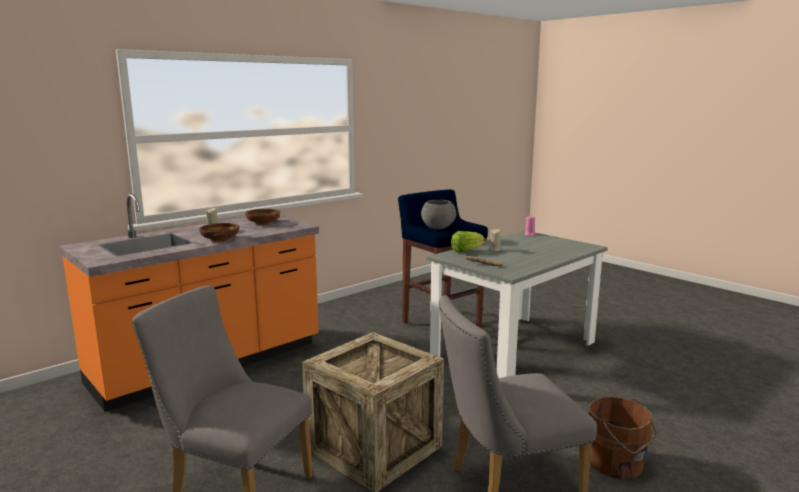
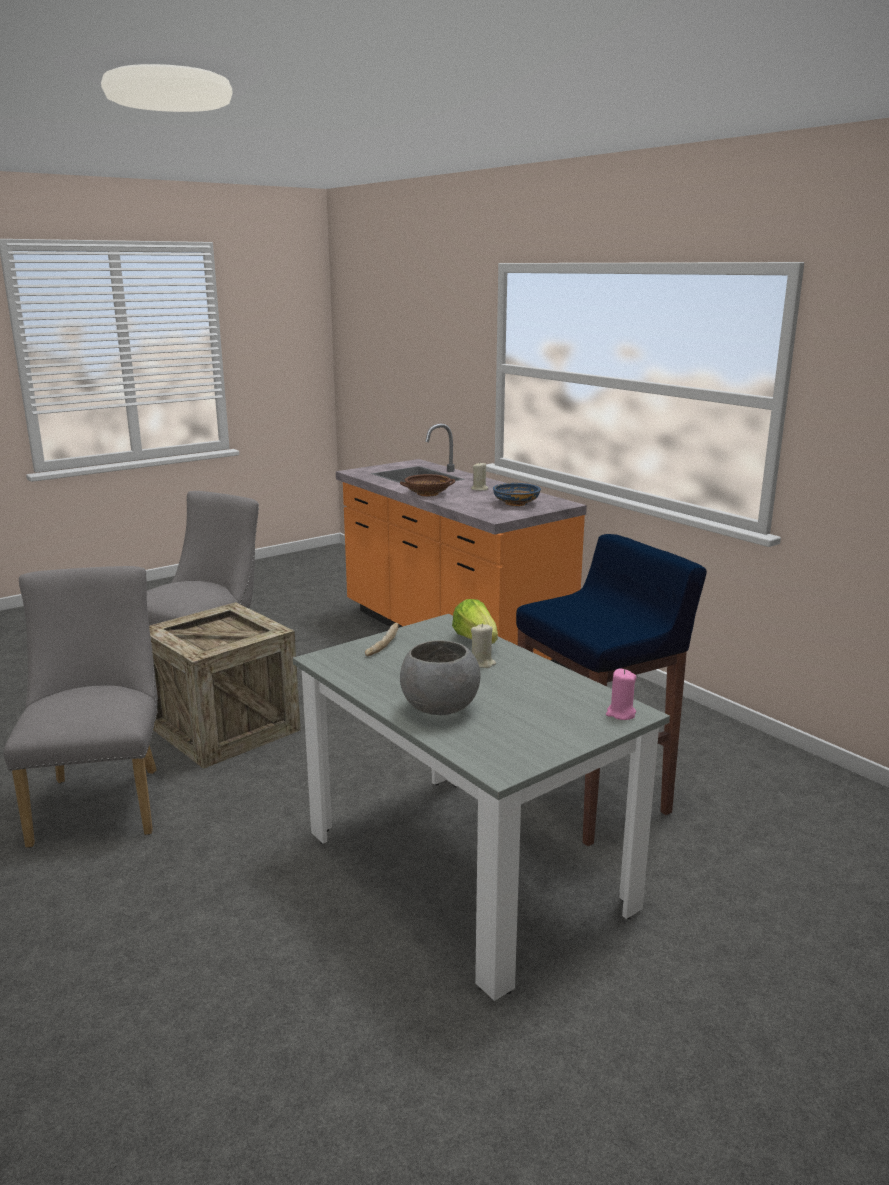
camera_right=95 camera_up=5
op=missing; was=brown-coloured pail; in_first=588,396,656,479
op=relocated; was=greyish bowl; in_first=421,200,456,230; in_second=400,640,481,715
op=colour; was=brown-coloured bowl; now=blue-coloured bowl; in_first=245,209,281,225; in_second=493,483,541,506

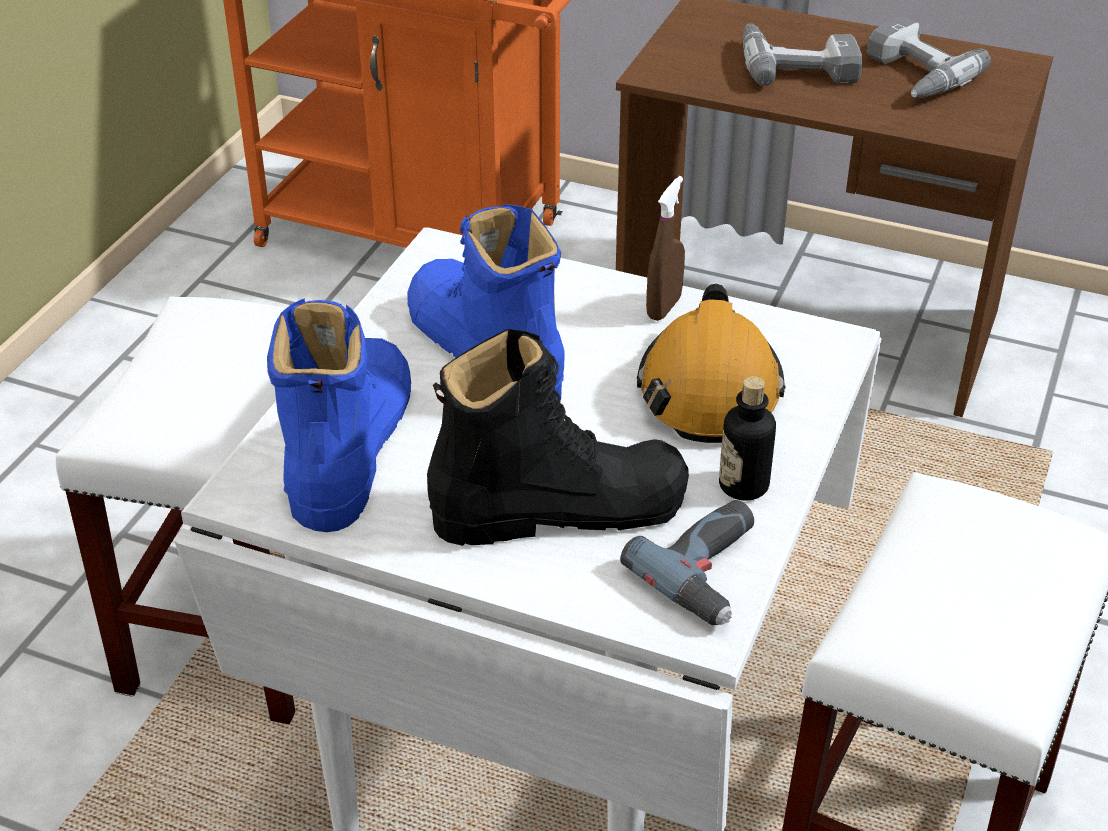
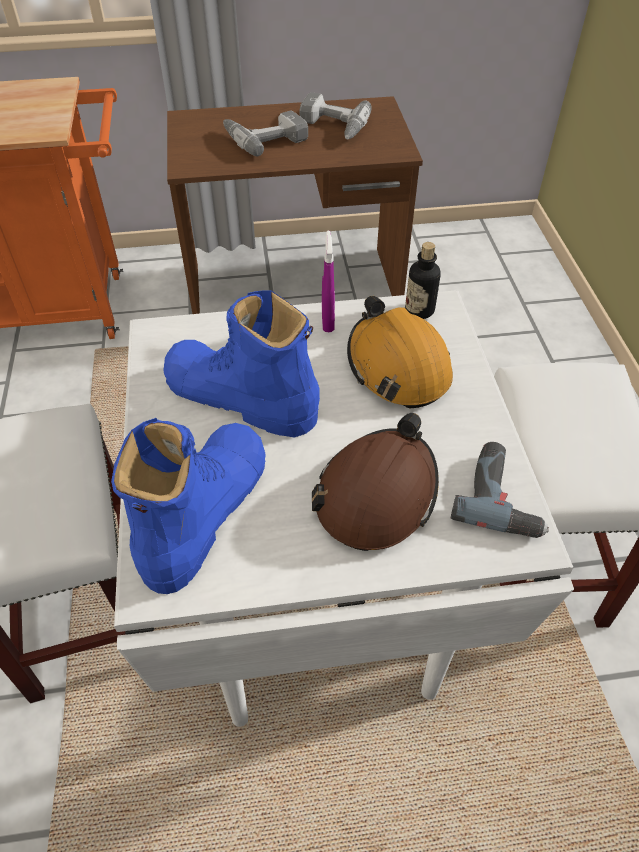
camera_right=-30 camera_up=10
op=relocated; was=beverage bottle; in_first=719,376,776,501; in_second=405,242,441,319
op=exchanged; was=blackish high-top boot; now=brown-coloured work helmet; in_first=427,329,689,546; in_second=312,413,439,551
op=colour; was=brown-coloured spray bottle; now=purple spray bottle; in_first=646,176,685,321; in_second=322,231,335,332
op=spun; was=blue-coloured high-top boot; in_first=267,299,411,532; in_second=111,418,266,594; clockwise=45

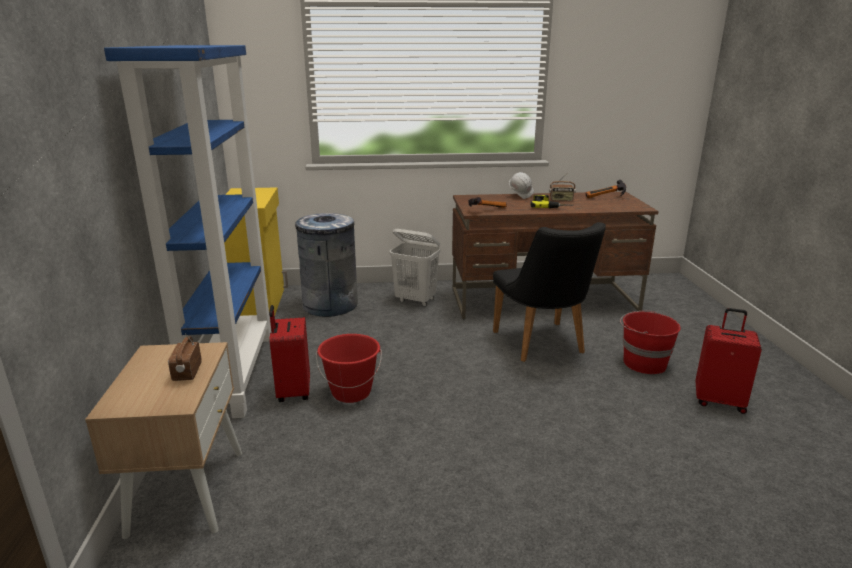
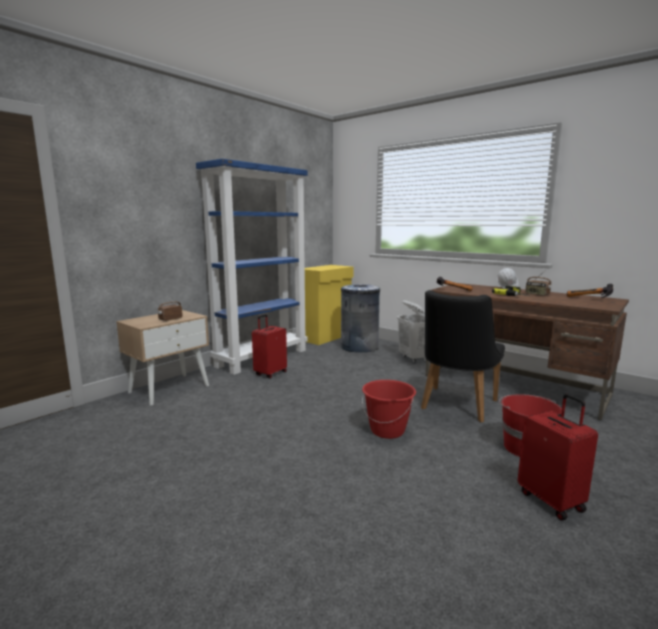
camera_right=45 camera_up=-10
op=relocated; was=red pail; in_first=316,334,382,403; in_second=362,380,416,439

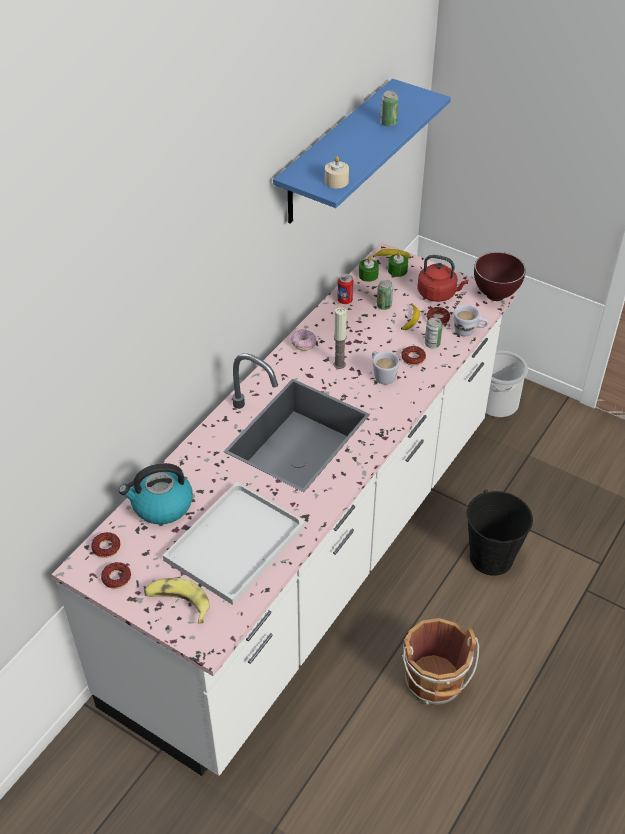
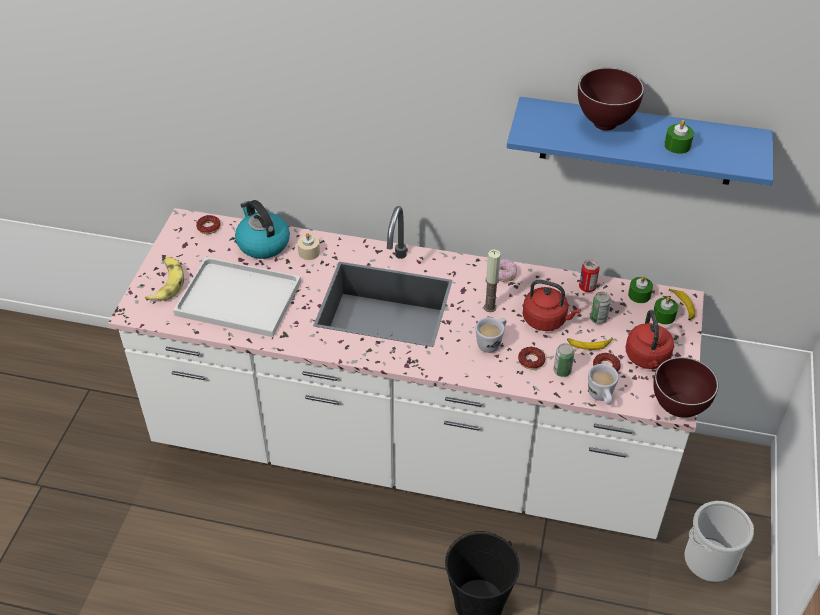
camera_right=70 camera_up=0
op=missing; was=doughnut; in_first=101,562,131,589
op=missing; was=brown-coloured pail; in_first=402,618,479,705
op=appeared; now=red tea kettle; in_second=523,280,581,331
op=appeared; now=brown-coloured bowl; in_second=578,68,644,130
op=relocated; was=sand-coloured candle; in_first=325,156,349,188; in_second=297,233,320,260
op=exchanged; was=can; now=green-coloured candle; in_first=380,91,399,126; in_second=664,120,694,154

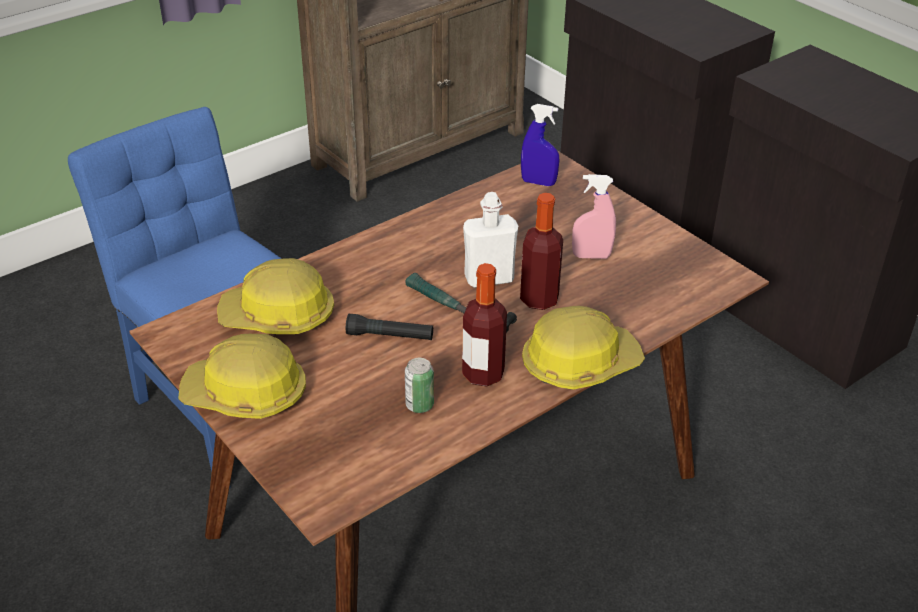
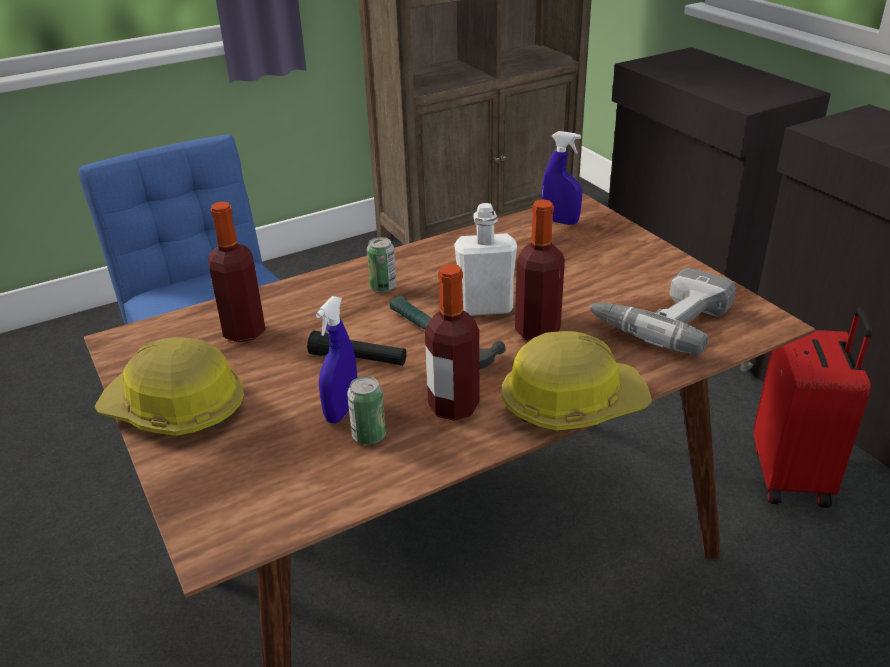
camera_right=10 camera_up=-5
op=missing; was=pink-coloured spray bottle; in_first=572,174,616,259
op=appeared; now=blue-coloured spray bottle; in_second=316,296,357,423
op=appeared; now=can; in_second=367,237,397,292
op=appeared; now=electric drill; in_second=589,268,736,355
op=appeared; now=red suitcase; in_second=753,308,873,508
op=exchanged; was=work helmet; now=beverage bottle; in_first=217,258,334,334; in_second=208,201,266,342

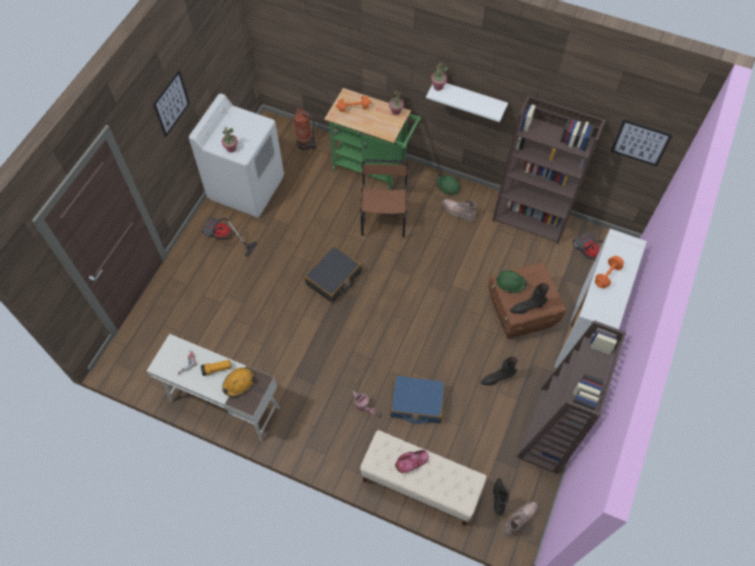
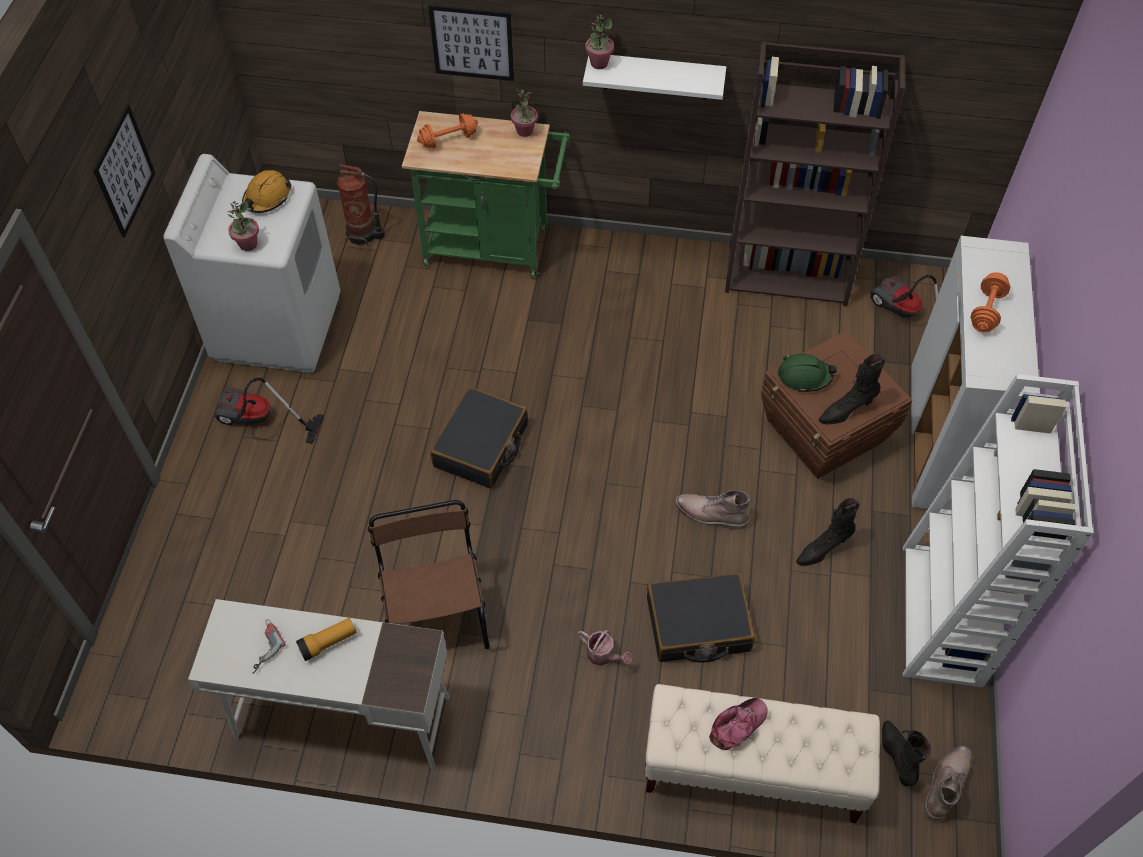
camera_right=-15 camera_up=-5
op=missing; was=green-coloured work helmet; in_first=436,172,460,195
op=relocated; was=orangey work helmet; in_first=222,368,255,397; in_second=242,170,292,213
op=relocated; was=brown-coloured chair; in_first=360,159,409,238; in_second=368,500,490,649
op=relocated; was=brown-coloured high-top boot; in_first=442,199,476,222; in_second=675,490,750,530
op=relocated; was=wall picture; in_first=610,119,672,167; in_second=428,5,514,81
op=colour; was=blue-coloured suitcase; now=blackish suitcase; in_first=390,375,445,424; in_second=647,573,755,663
op=colour; was=brown-coloured bookcase; now=whitish bookcase; in_first=517,320,626,474; in_second=903,374,1094,688

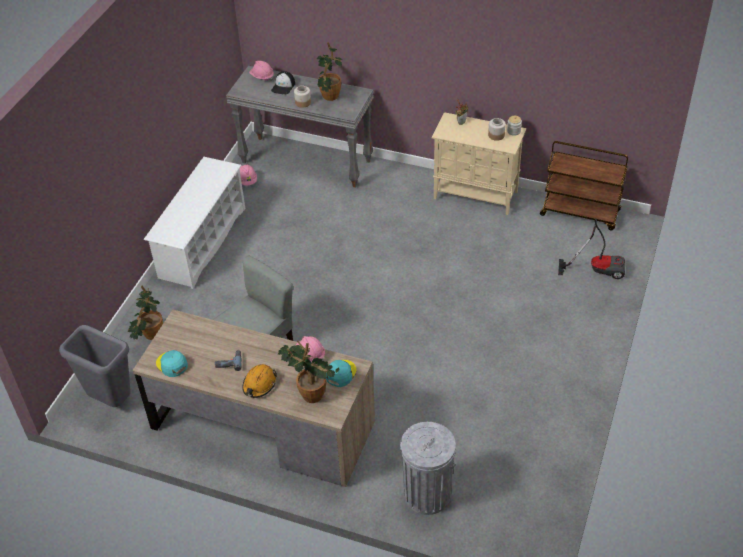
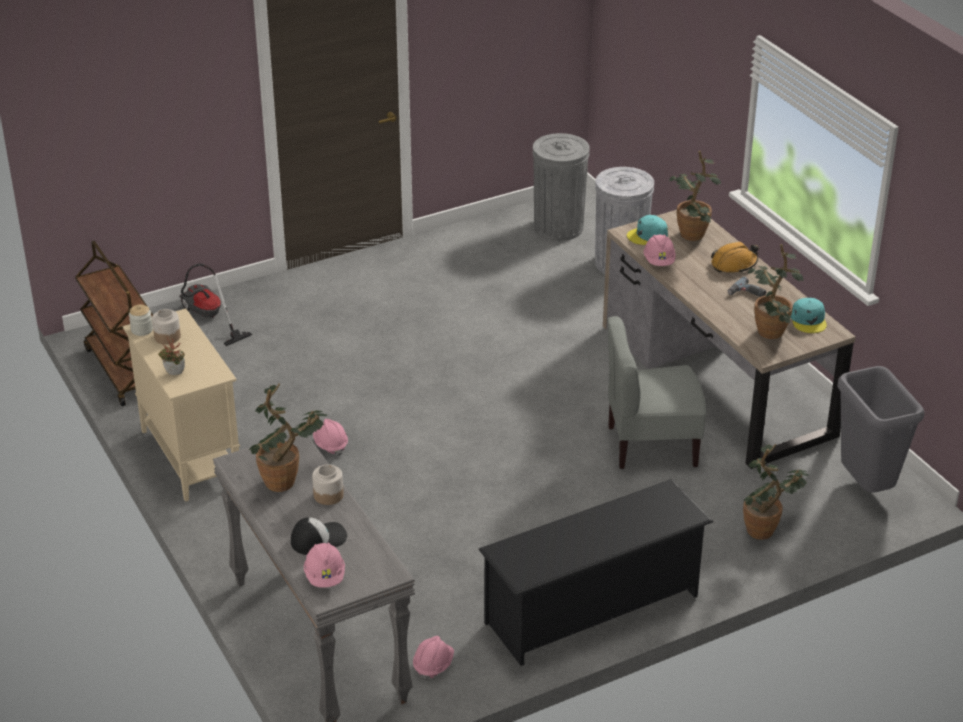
camera_right=-140 camera_up=-10
op=appeared; now=pink-coloured work helmet; in_second=313,419,348,456
op=appeared; now=greyish waste bin; in_second=533,133,590,241
op=appeared; now=houseplant; in_second=748,244,803,339
op=colour; was=whitish shoe stand; now=blackish shoe stand; in_first=144,157,245,289; in_second=478,479,713,666

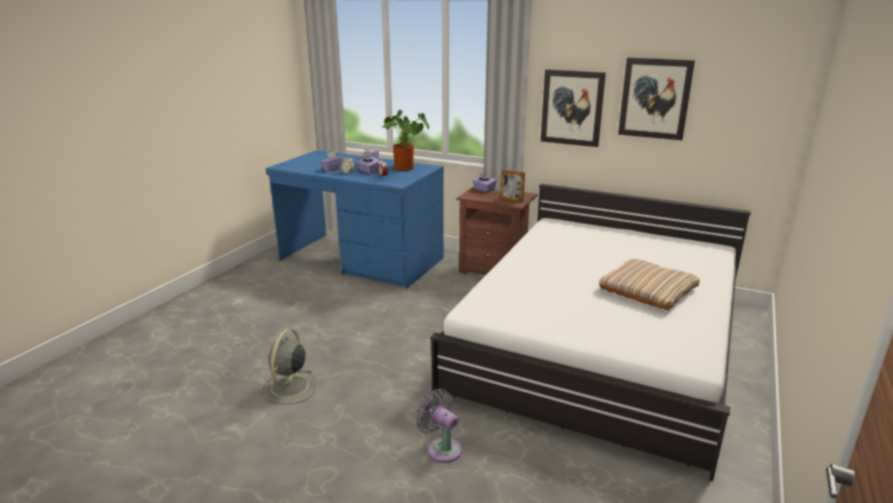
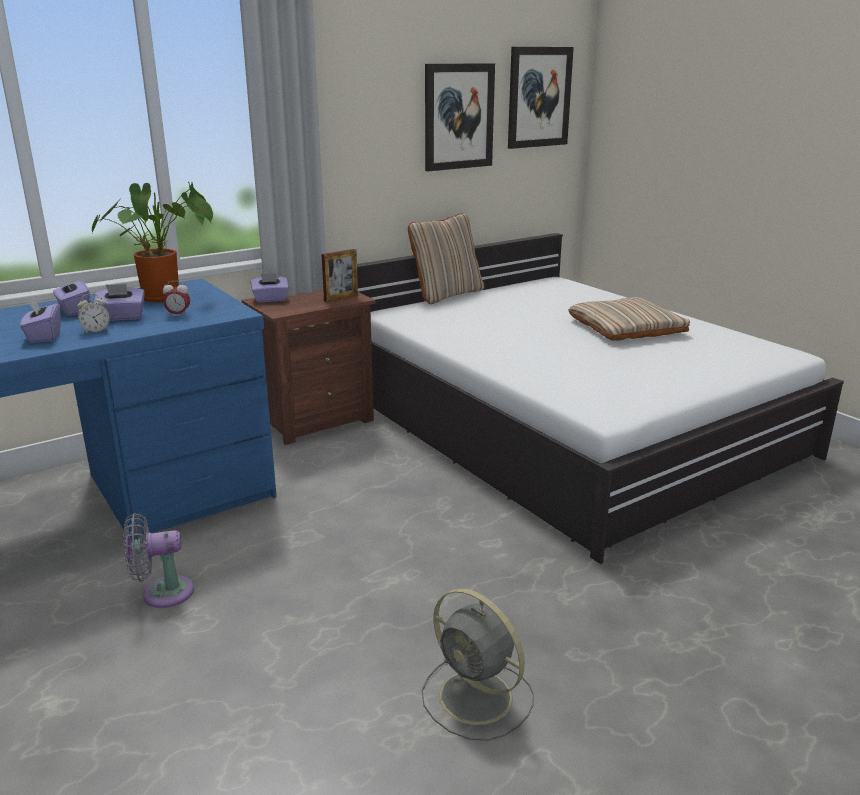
camera_right=-60 camera_up=0
op=appeared; now=sand-coloured throw pillow; in_second=408,213,484,304
op=relocated; was=greyish electric fan; in_first=415,389,462,463; in_second=124,513,194,608
op=relocated; was=wall picture; in_first=541,69,606,147; in_second=508,47,574,149

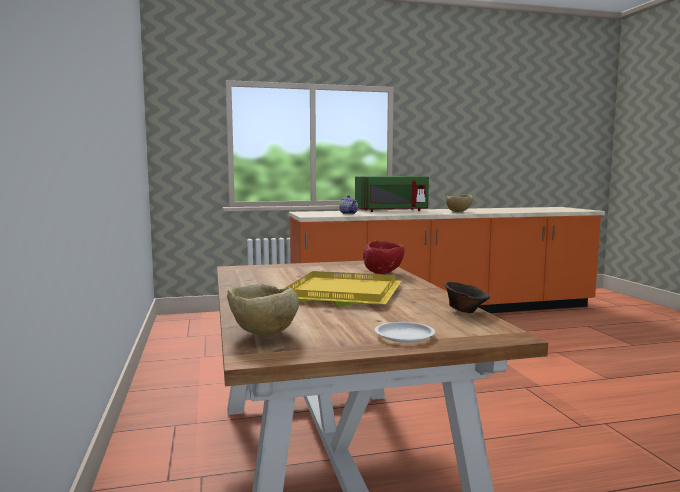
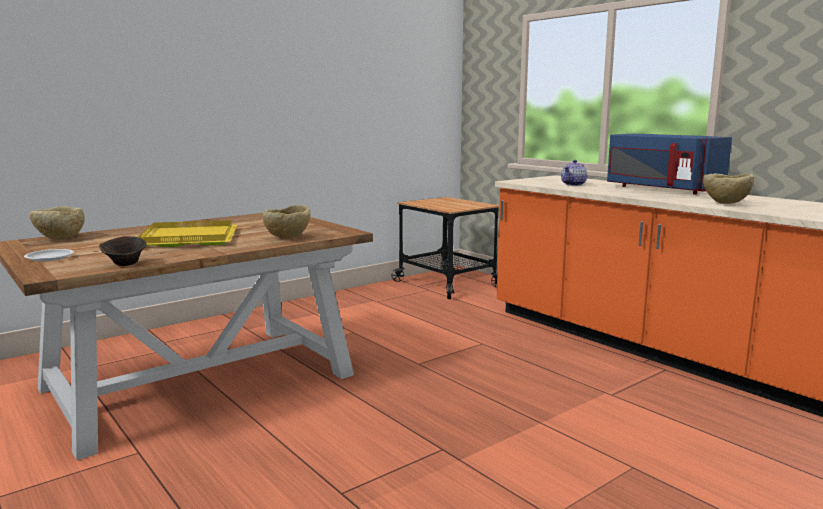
camera_right=65 camera_up=5
op=appeared; now=cart; in_second=392,197,499,299
op=colour; was=green-coloured kitchen microwave; now=blue-coloured kitchen microwave; in_first=355,176,429,212; in_second=607,134,732,195
op=colour; was=red bowl; now=sand-coloured bowl; in_first=363,241,405,274; in_second=263,205,311,239

